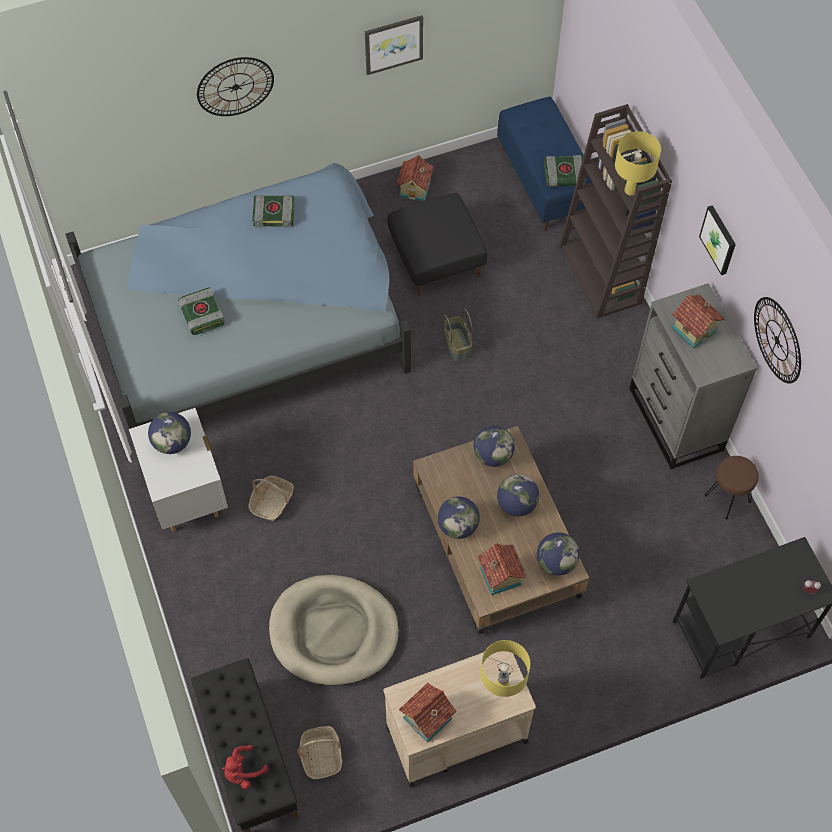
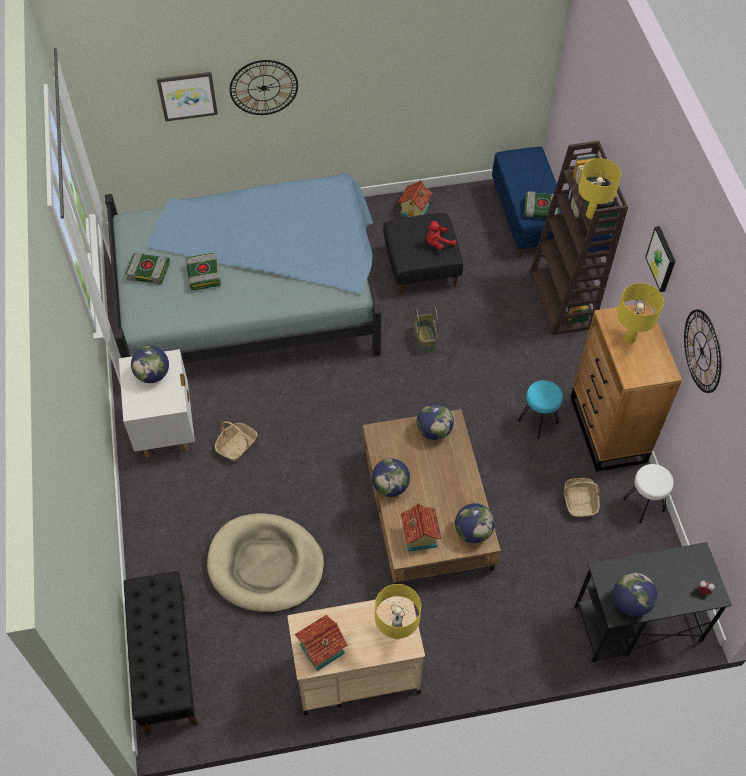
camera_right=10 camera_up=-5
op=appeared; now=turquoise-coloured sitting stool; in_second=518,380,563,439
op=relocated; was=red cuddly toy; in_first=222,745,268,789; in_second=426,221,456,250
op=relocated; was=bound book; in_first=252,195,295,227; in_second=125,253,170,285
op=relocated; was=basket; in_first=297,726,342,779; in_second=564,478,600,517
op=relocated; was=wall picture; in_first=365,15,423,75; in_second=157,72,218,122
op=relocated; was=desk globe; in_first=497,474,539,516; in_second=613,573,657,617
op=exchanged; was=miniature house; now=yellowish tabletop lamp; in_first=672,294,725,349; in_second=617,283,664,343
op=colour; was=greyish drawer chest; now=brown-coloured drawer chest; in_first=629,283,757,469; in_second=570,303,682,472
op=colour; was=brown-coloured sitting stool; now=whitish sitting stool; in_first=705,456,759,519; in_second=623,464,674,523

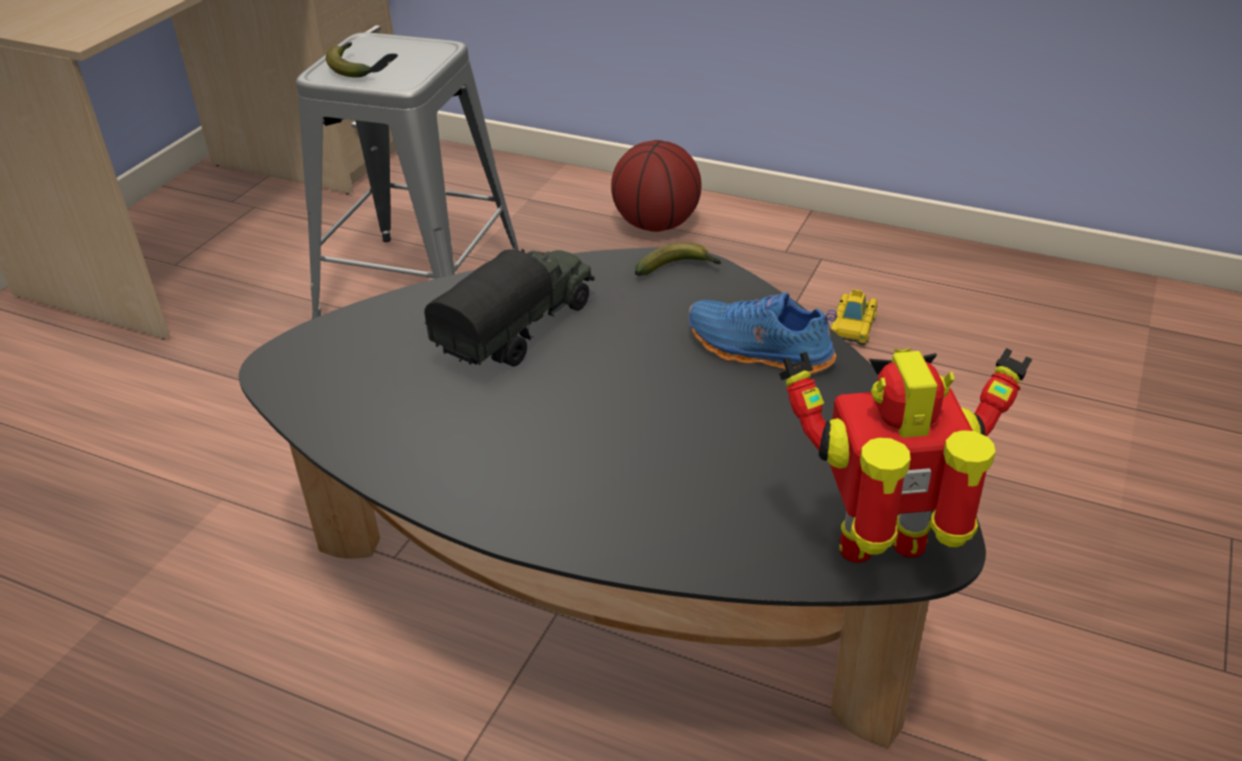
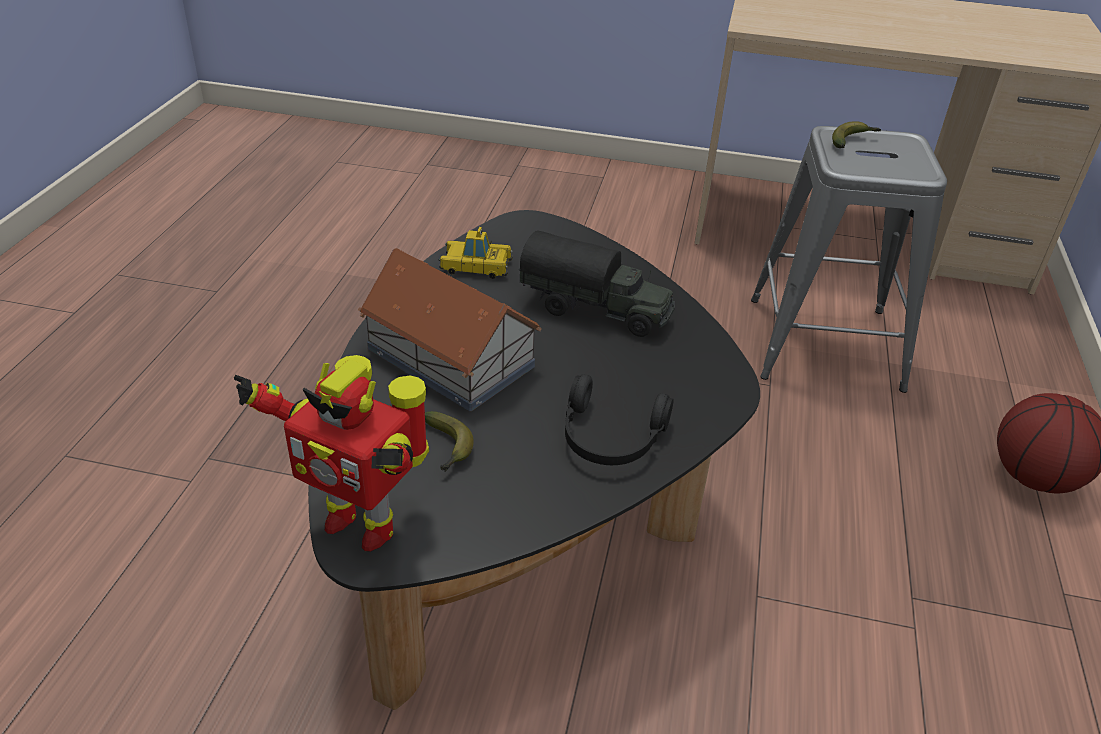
camera_right=75 camera_up=0
op=appeared; now=miniature house; in_second=358,248,542,411
op=relocated; was=banana fruit; in_first=635,242,722,276; in_second=425,411,474,472
op=relocated; was=toy car; in_first=830,289,877,345; in_second=439,227,513,279
op=exchanged; was=blue-coloured low shoe; now=blackish pair of headphones; in_first=689,292,837,374; in_second=565,374,674,465
op=spun; was=model robot; in_first=779,348,1032,563; in_second=234,355,429,552; clockwise=135

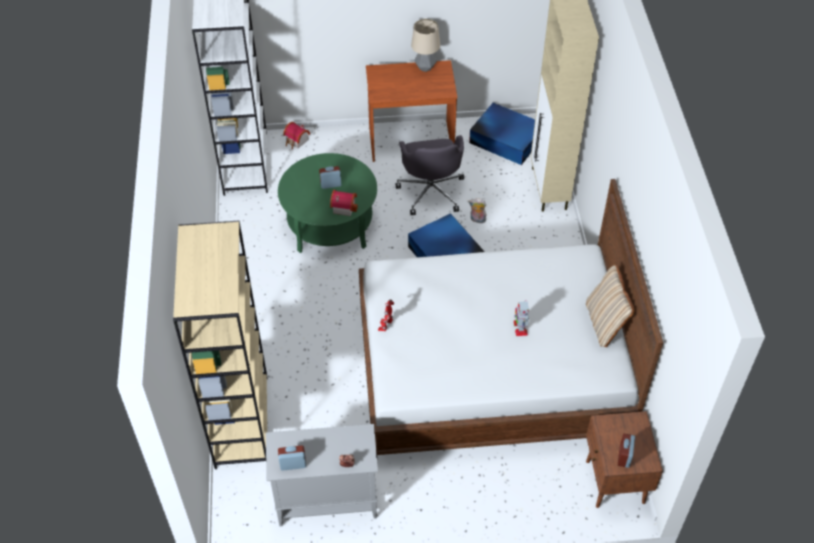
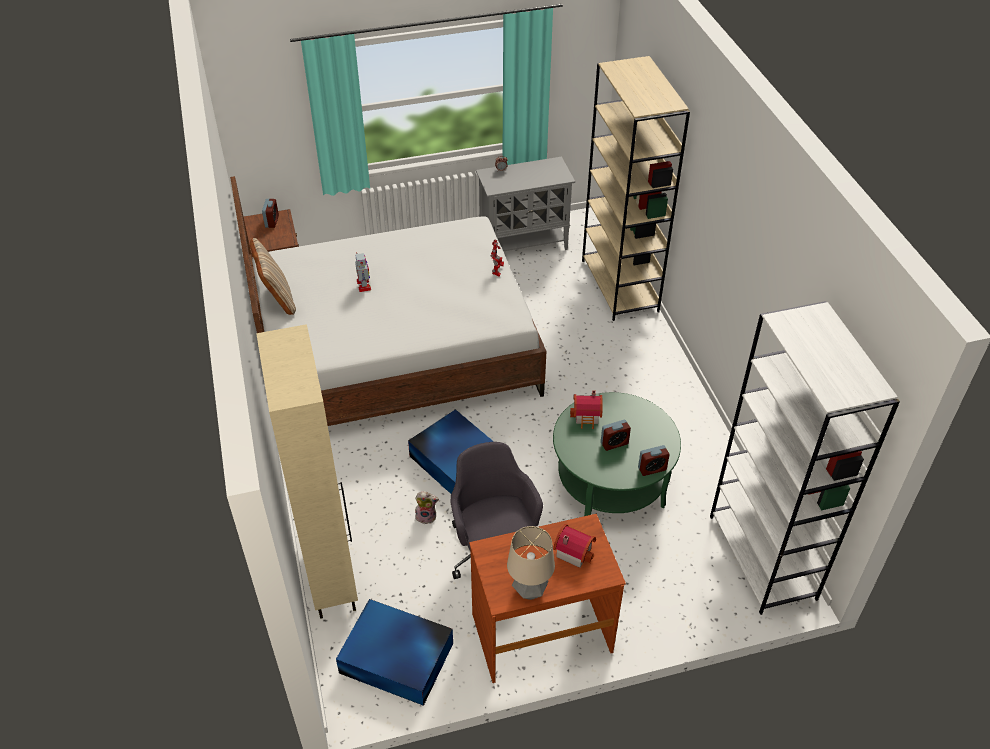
camera_right=170 camera_up=-5
op=relocated; was=alarm clock; in_first=278,445,306,471; in_second=638,445,670,476
op=relocated; was=miniature house; in_first=283,122,310,150; in_second=553,524,596,568

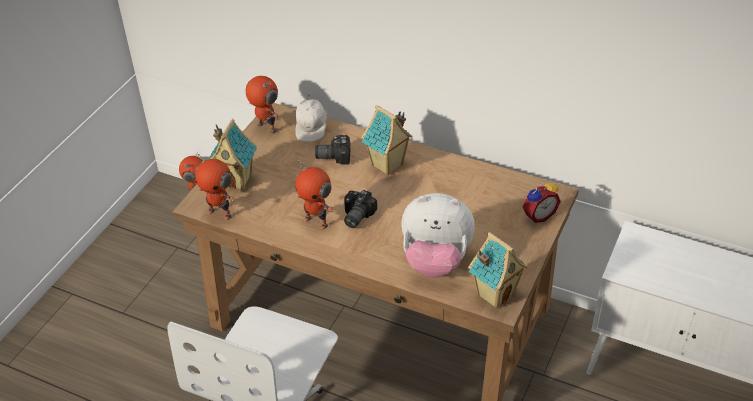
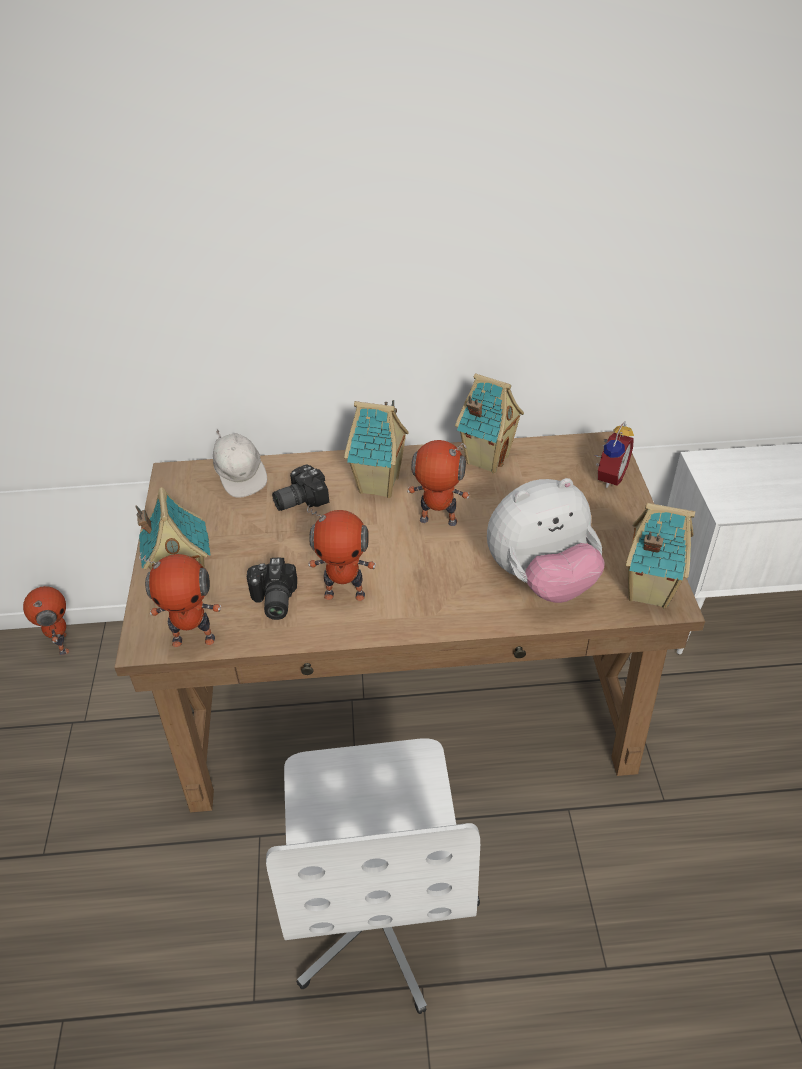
camera_right=-30 camera_up=0
op=appeared; now=miniature house; in_second=455,373,524,473
op=relocated; was=model robot; in_first=246,76,279,134; in_second=407,440,469,526
op=relocated; was=still camera; in_first=344,190,377,228; in_second=247,557,297,620

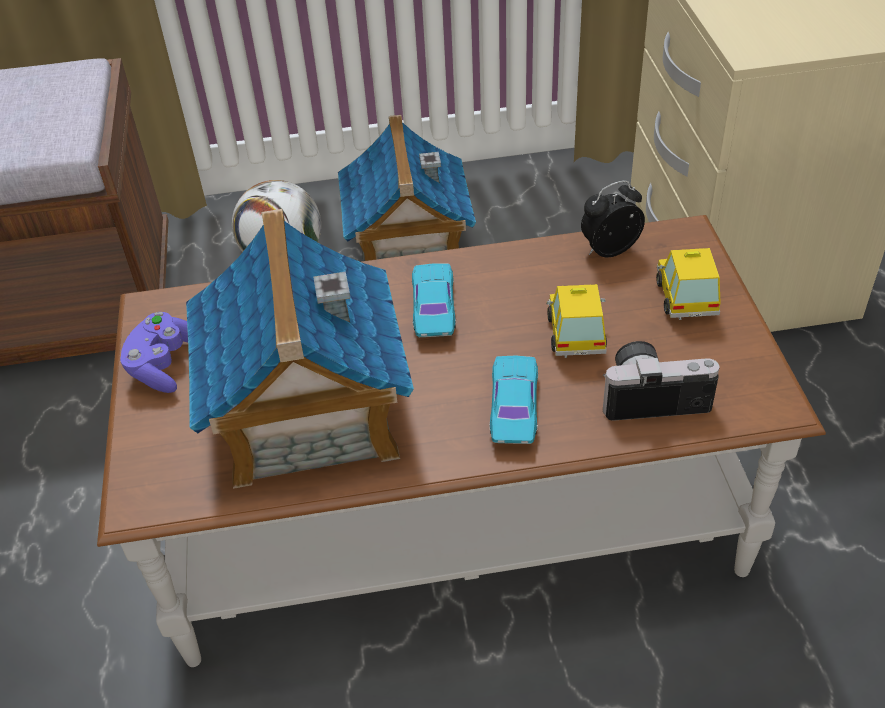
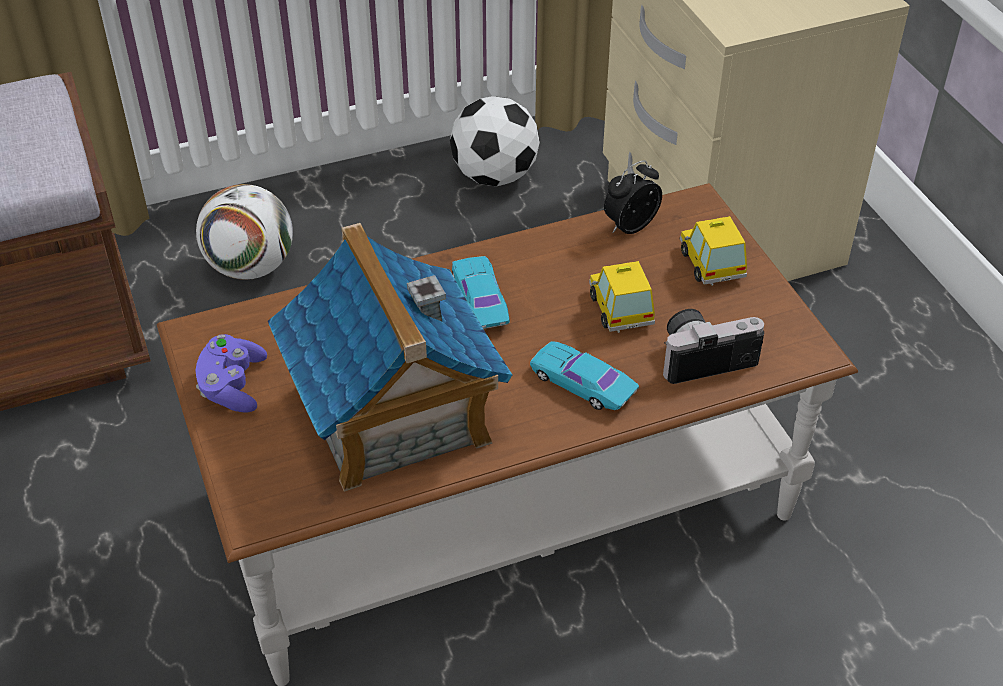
camera_right=-15 camera_up=0
op=missing; was=miniature house; in_first=338,115,476,261
op=appeared; now=ball for football; in_second=450,96,540,187
op=spun; was=turquoise-coloured toy car; in_first=489,355,538,444; in_second=530,341,639,410; clockwise=-45

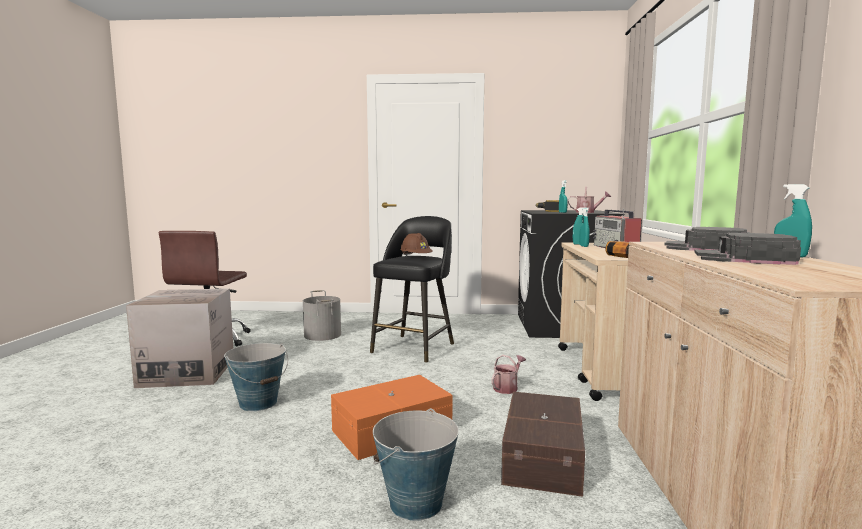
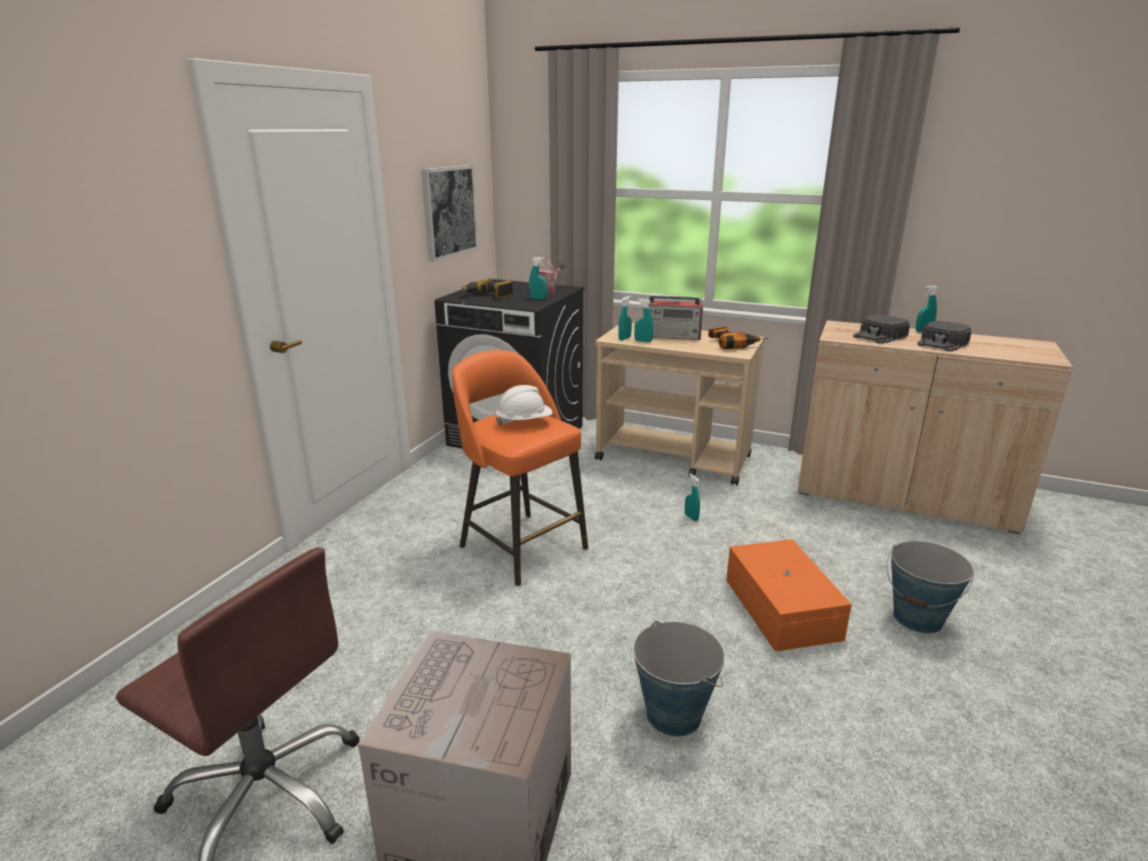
camera_right=-70 camera_up=15
op=missing; was=greyish pail; in_first=303,290,341,341
op=missing; was=brown-coloured storage box; in_first=501,392,585,497
op=appeared; now=wall picture; in_second=421,165,478,262
op=exchanged; was=watering can; now=turquoise-coloured spray bottle; in_first=491,355,526,394; in_second=685,474,700,521
op=colour; was=blackish sitting stool; now=orangey sitting stool; in_first=370,216,454,363; in_second=452,350,588,586
op=colour; was=brown-coloured work helmet; now=whitish work helmet; in_first=400,233,433,256; in_second=495,385,552,425

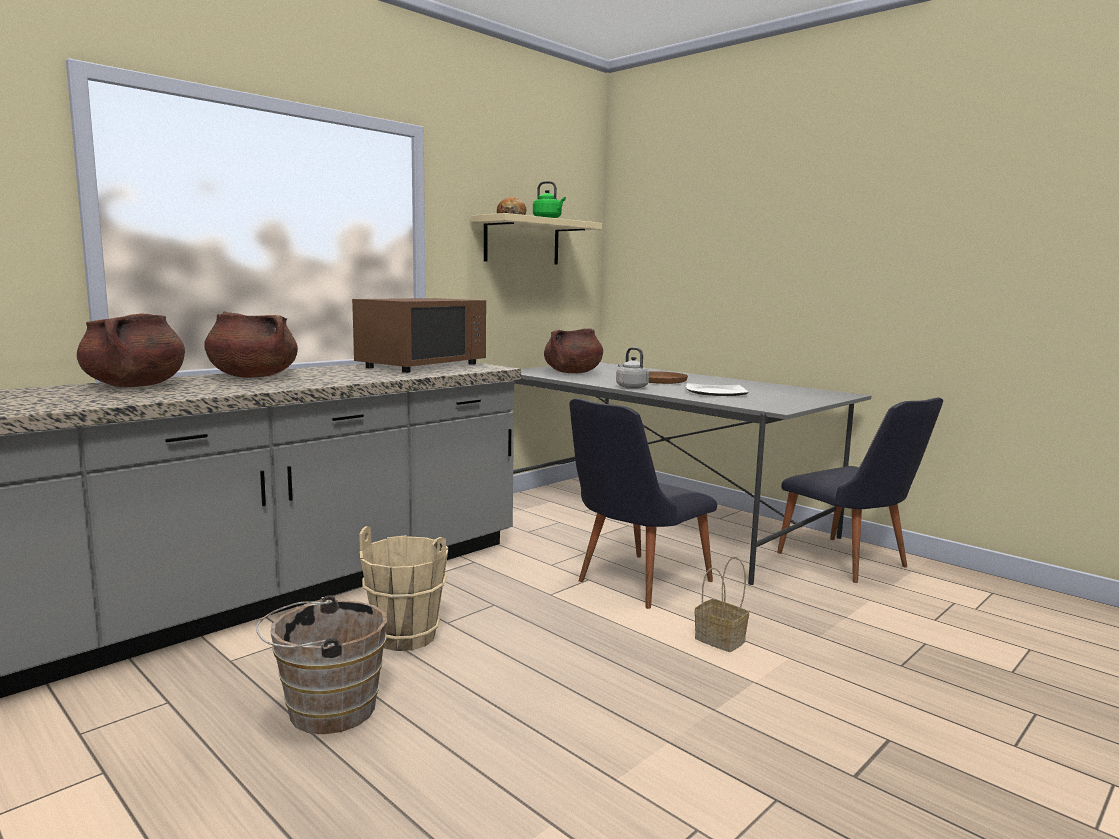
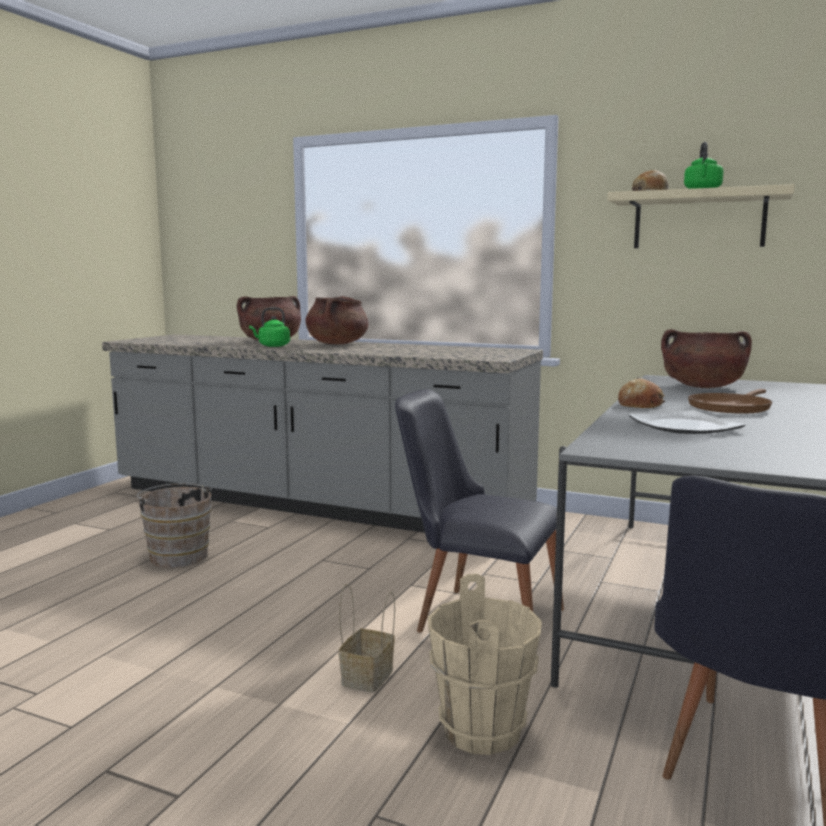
camera_right=70 camera_up=0
op=missing; was=brown-coloured kitchen microwave; in_first=352,298,486,373
op=appeared; now=green-coloured tea kettle; in_second=249,307,290,347
op=relocated; was=sand-coloured pail; in_first=359,526,448,651; in_second=427,574,542,755
op=exchanged; was=greyish tea kettle; now=bakery bread; in_first=616,347,649,389; in_second=618,378,665,408

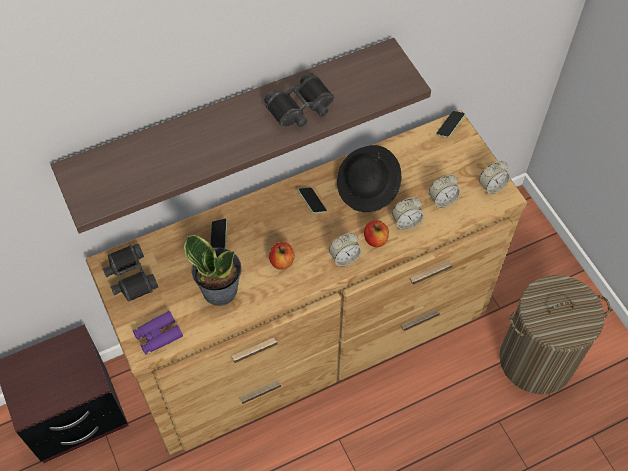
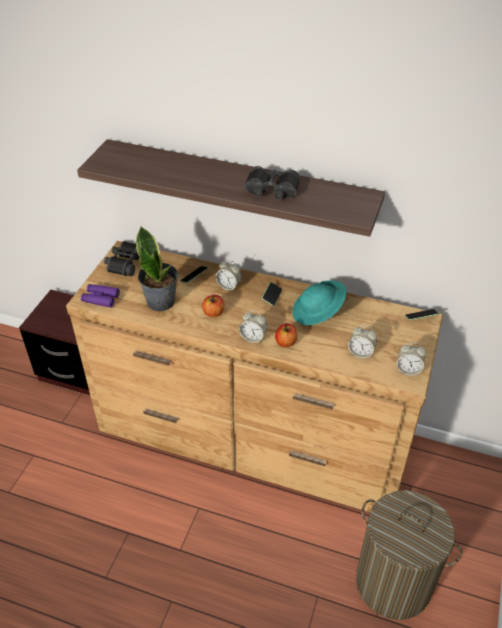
camera_right=45 camera_up=-15
op=relocated; was=alarm clock; in_first=392,197,424,230; in_second=216,260,242,291
op=colour; was=blackish wearable hat; now=turquoise-coloured wearable hat; in_first=337,145,401,212; in_second=293,280,346,325

